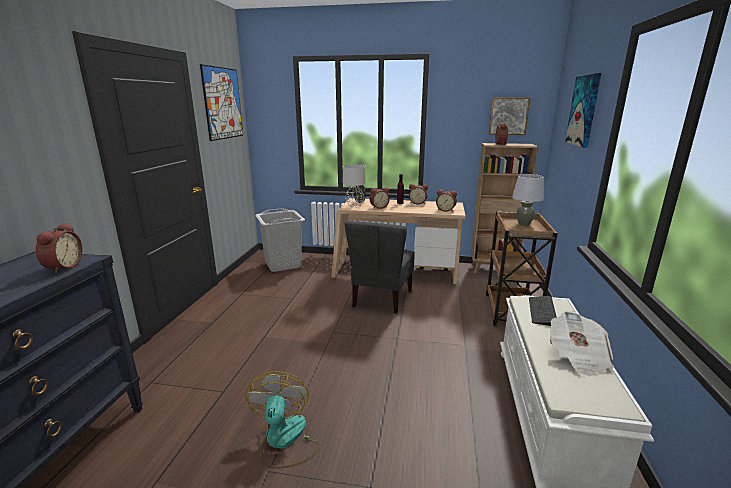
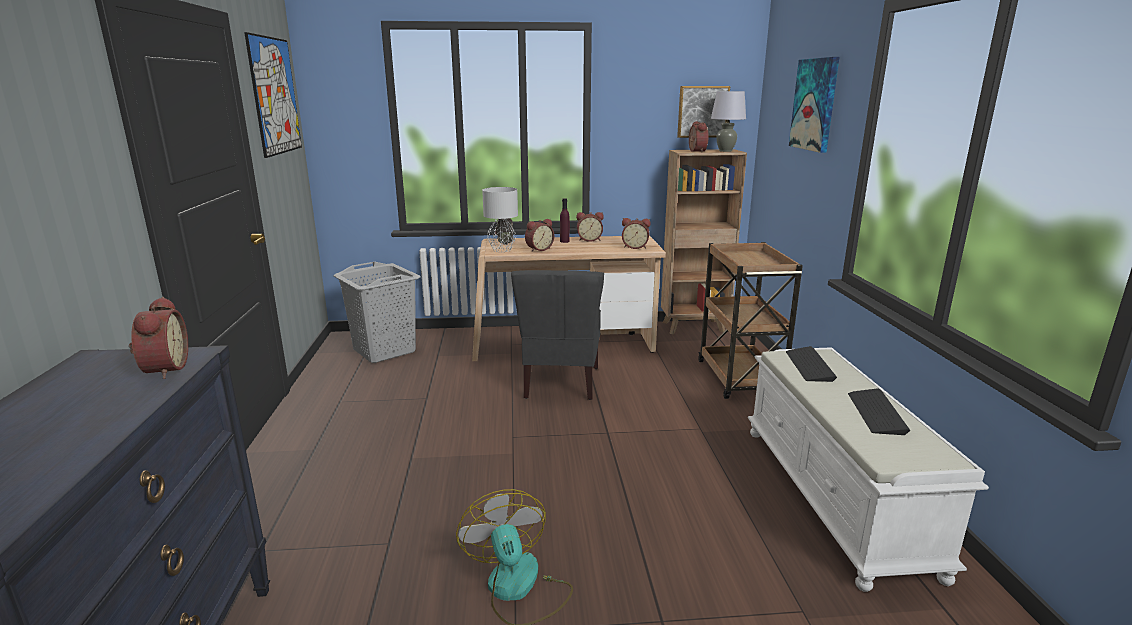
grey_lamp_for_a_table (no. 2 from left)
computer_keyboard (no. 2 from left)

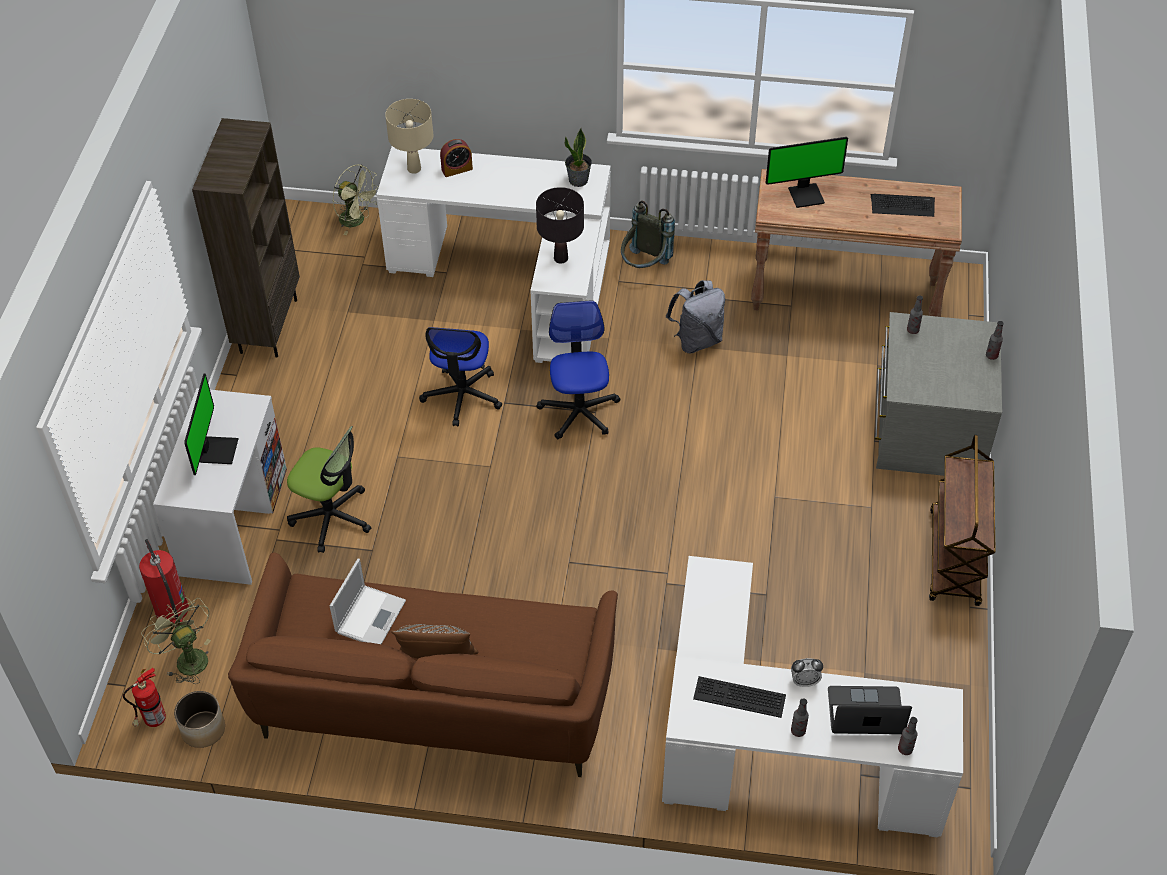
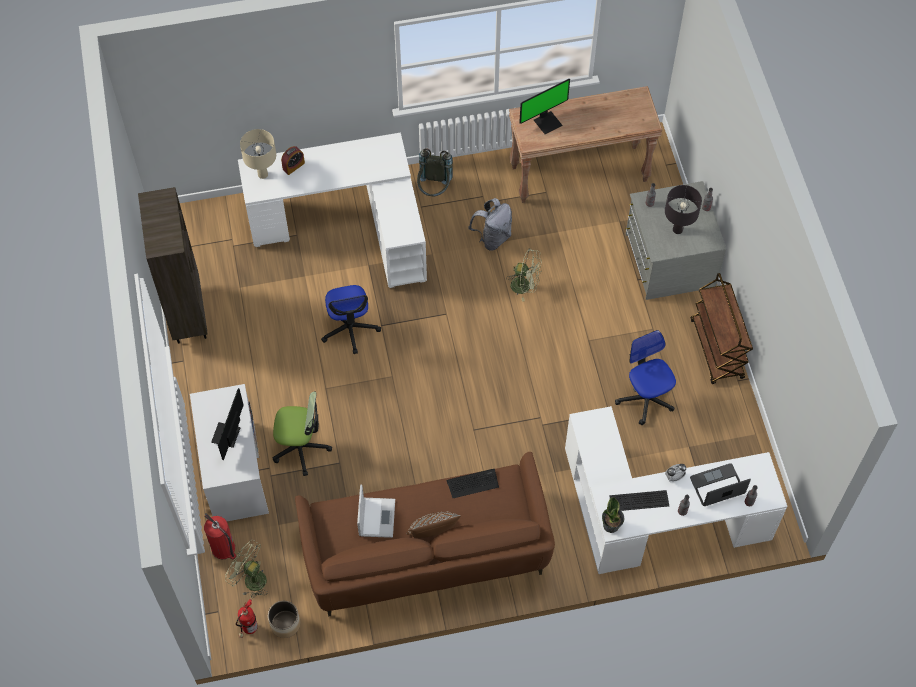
computer_display (no. 1 from left)
computer_keyboard (no. 1 from left)
greenish_electric_fan (no. 2 from left)
potted_plant
desk_chair (no. 3 from left)
black-coloured_lamp_for_a_table

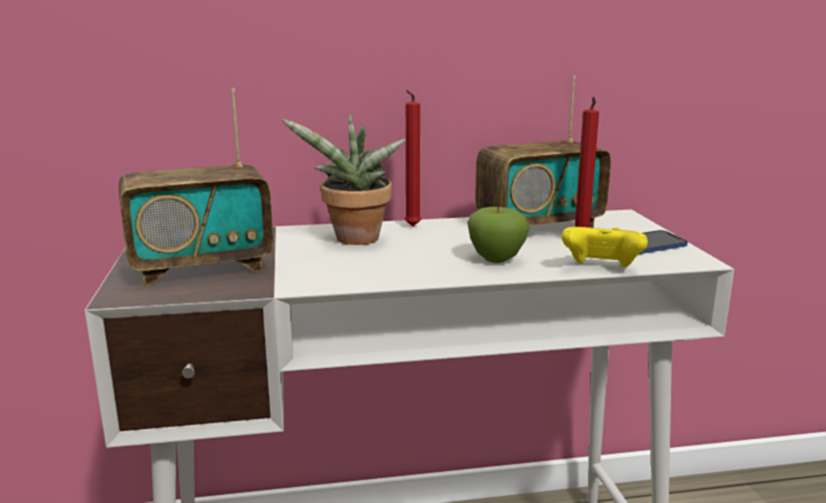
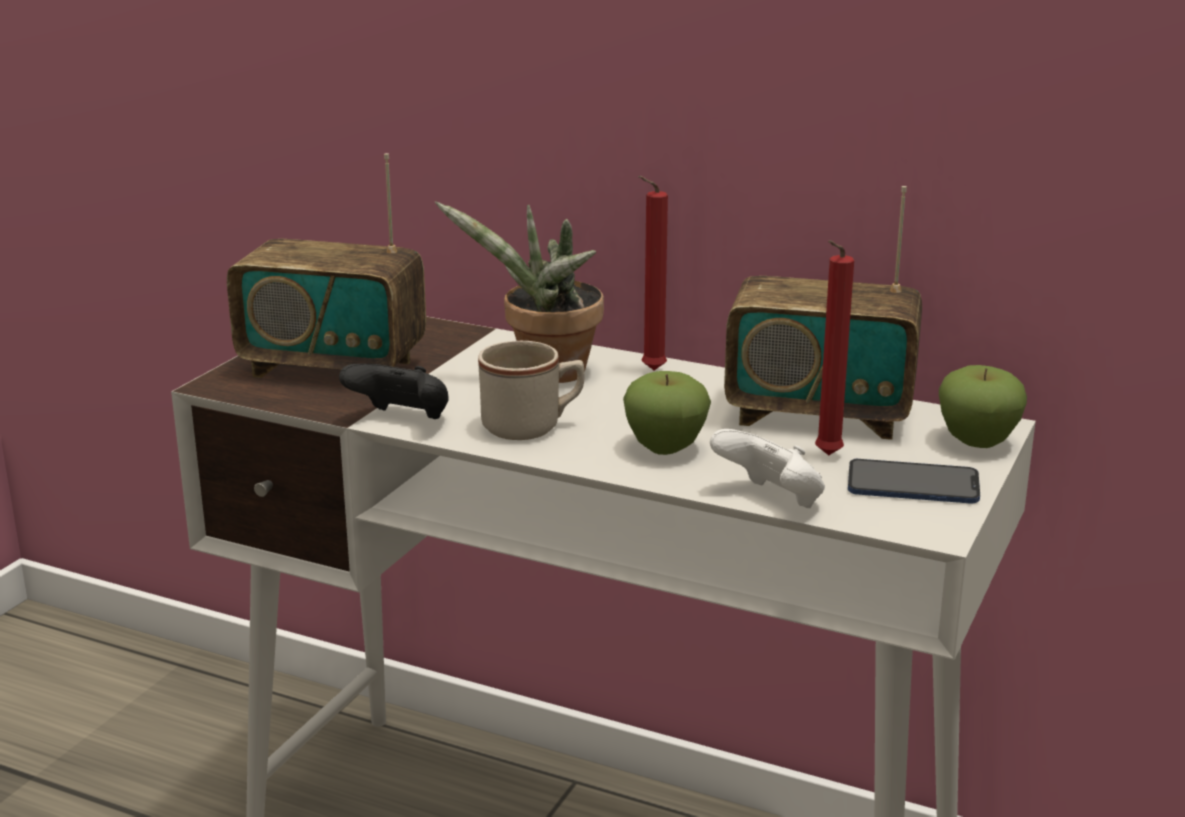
black-coloured_joypad
beige_tea_mug
white_joypad
apple_fruit (no. 2 from left)

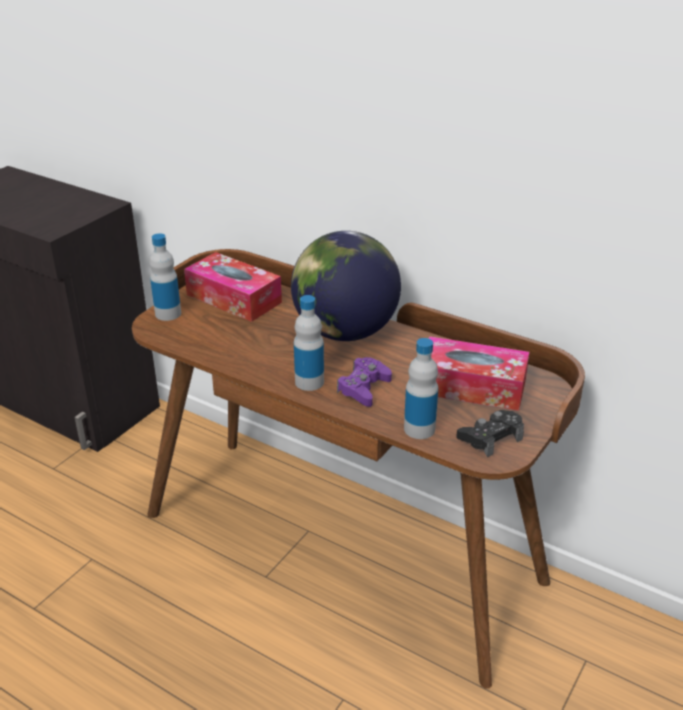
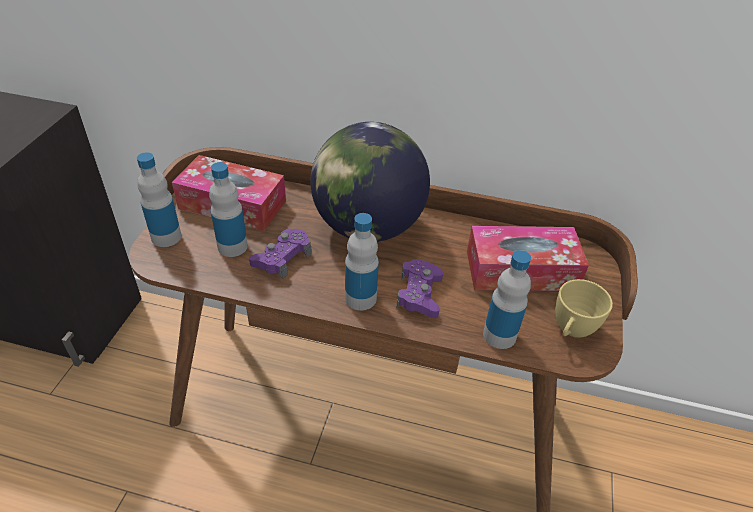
beverage_bottle (no. 2 from left)
purple-coloured_joypad (no. 1 from left)
yellow-coloured_small_cup

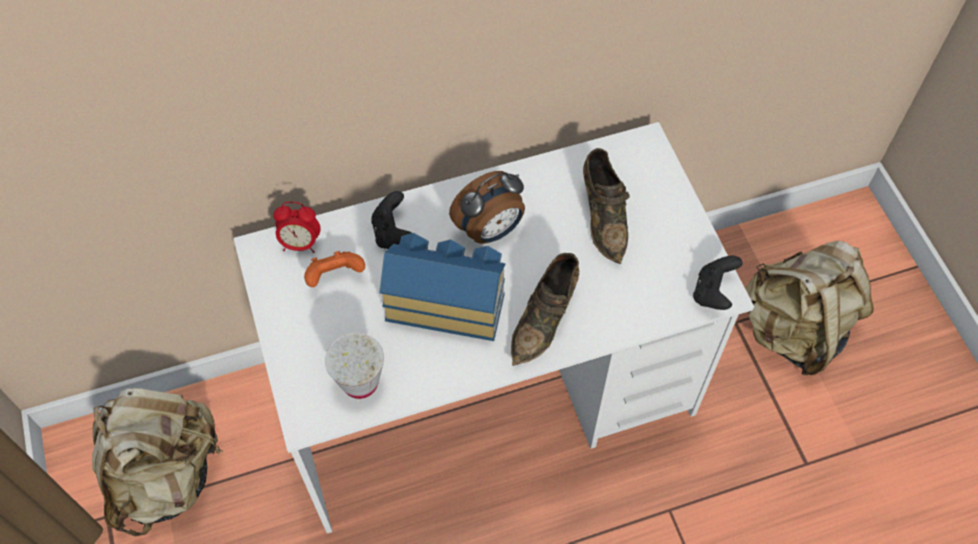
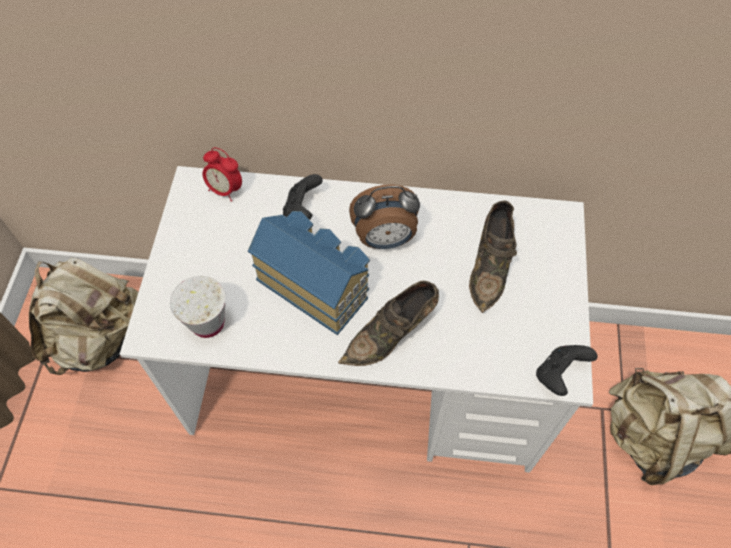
orangey_joypad

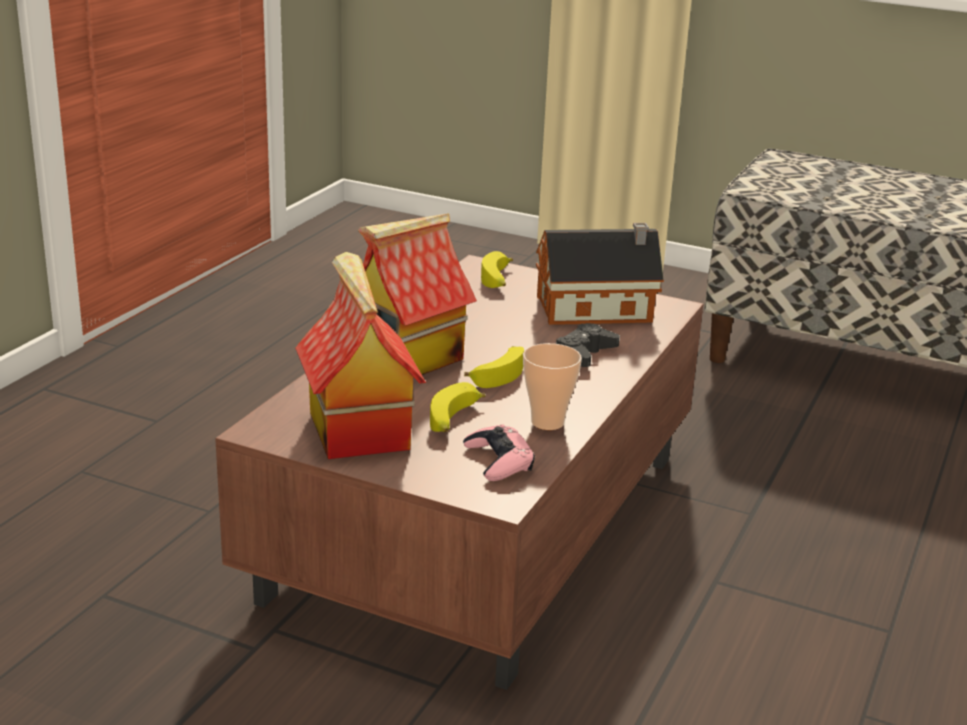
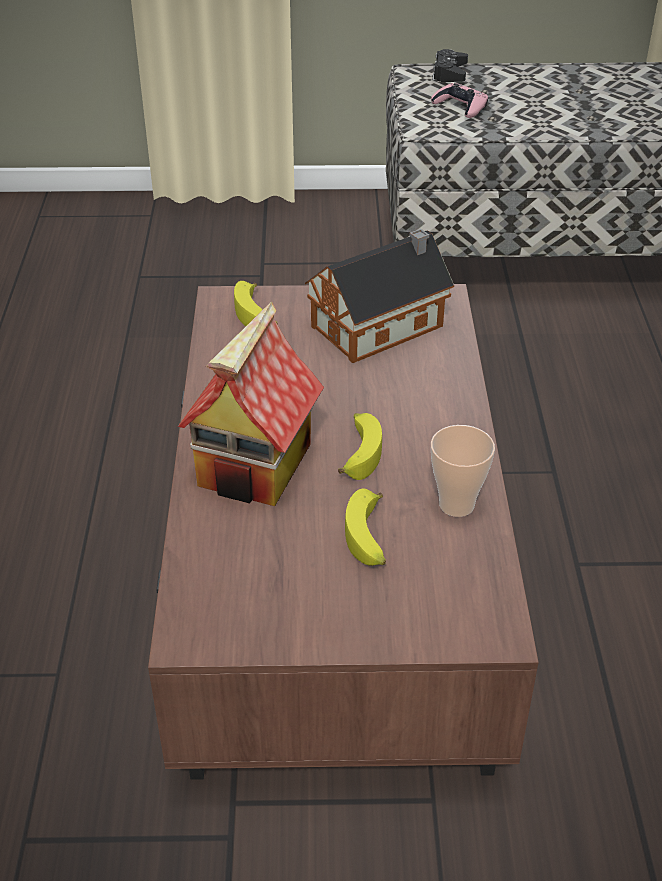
pink_joypad
black-coloured_joypad
toy_house (no. 1 from left in the first image)

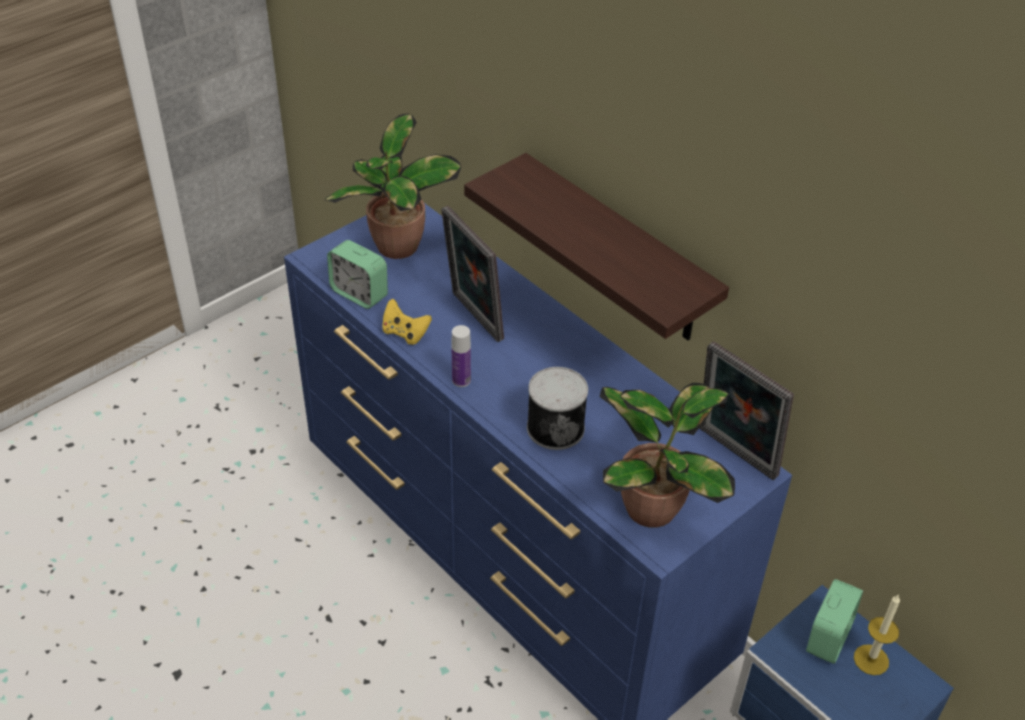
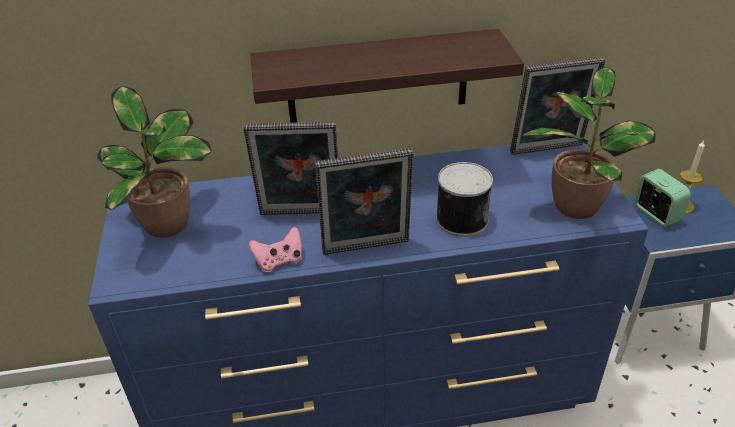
pink_joypad
photo_frame (no. 2 from left)
table_clock (no. 1 from left in the first image)

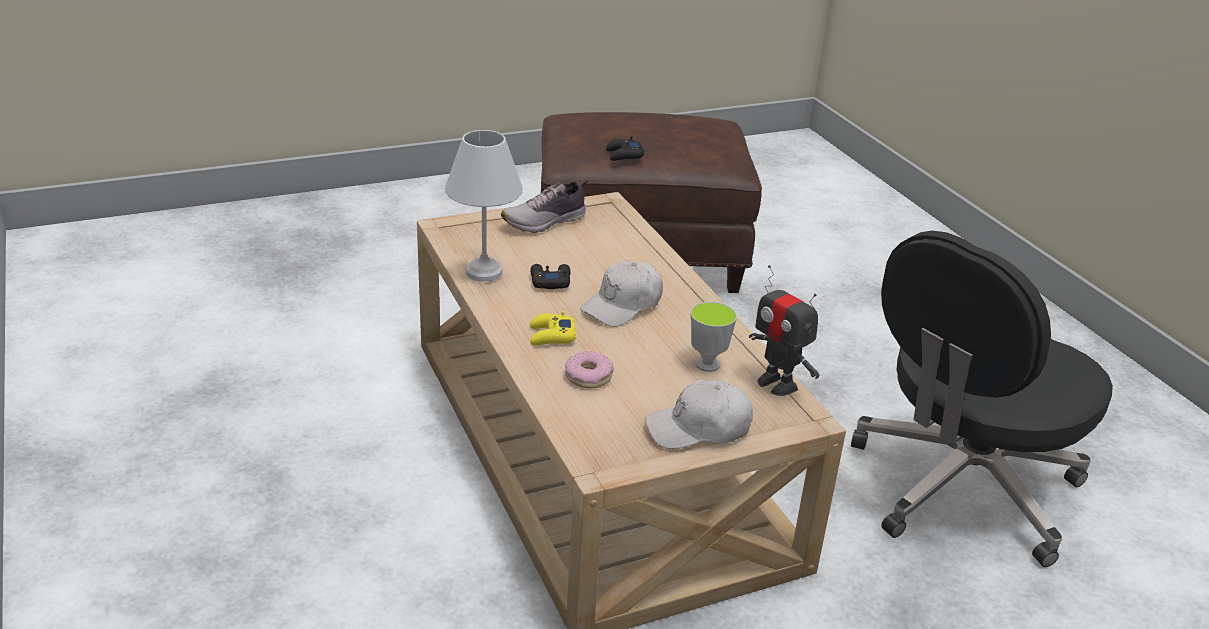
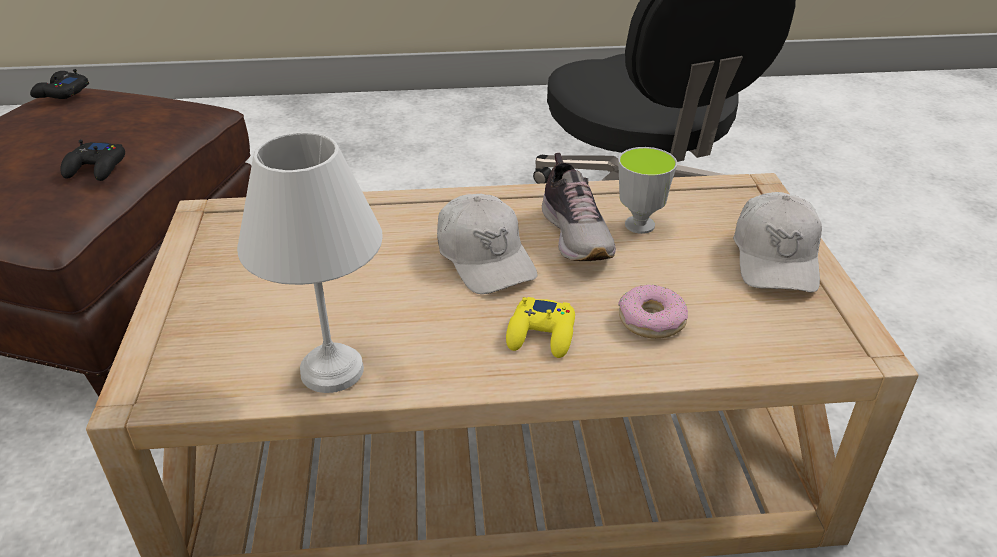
black-coloured_joypad (no. 1 from left)
item_of_footwear
toy_robot

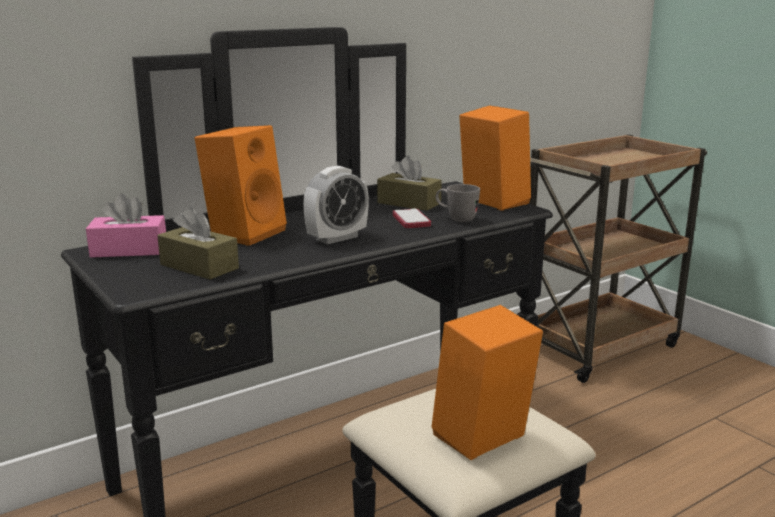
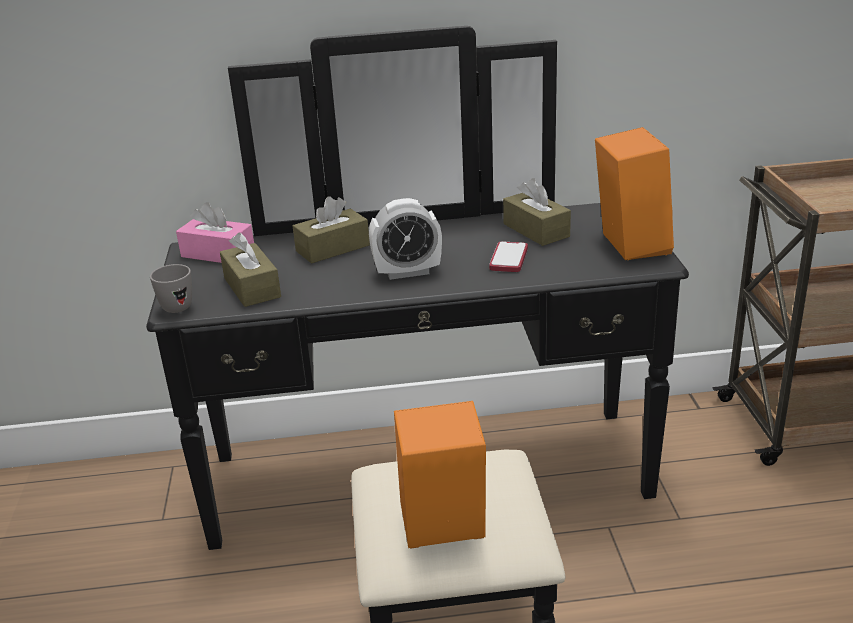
grey_tea_mug
brownish_tissue_box (no. 2 from left)

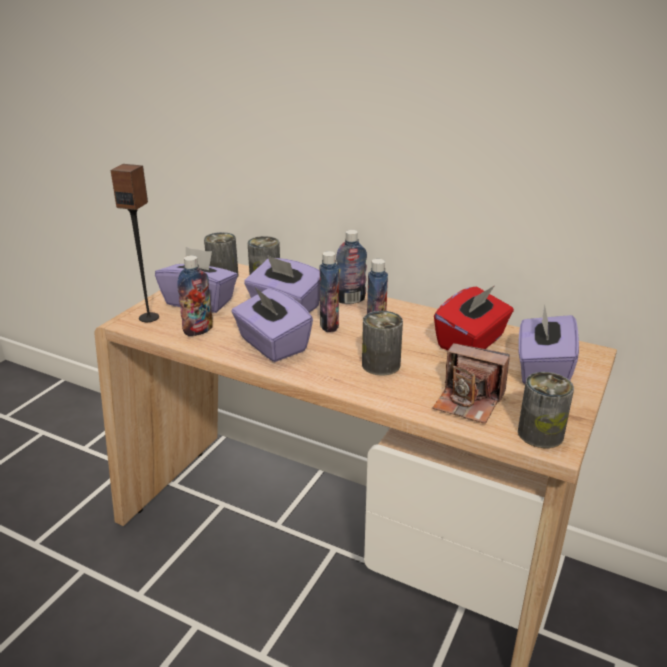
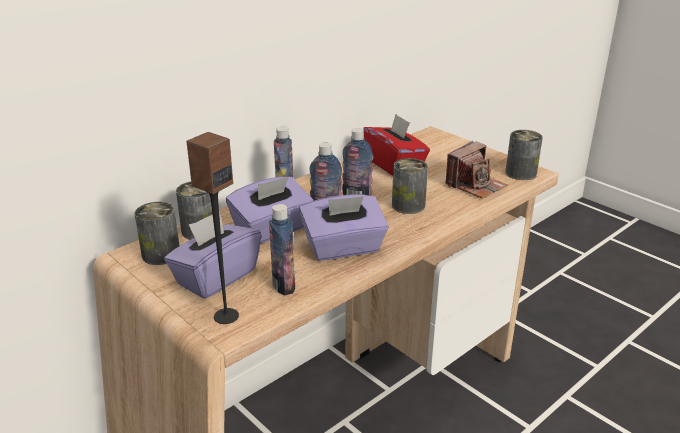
purple-coloured_tissue_box (no. 4 from left in the first image)

